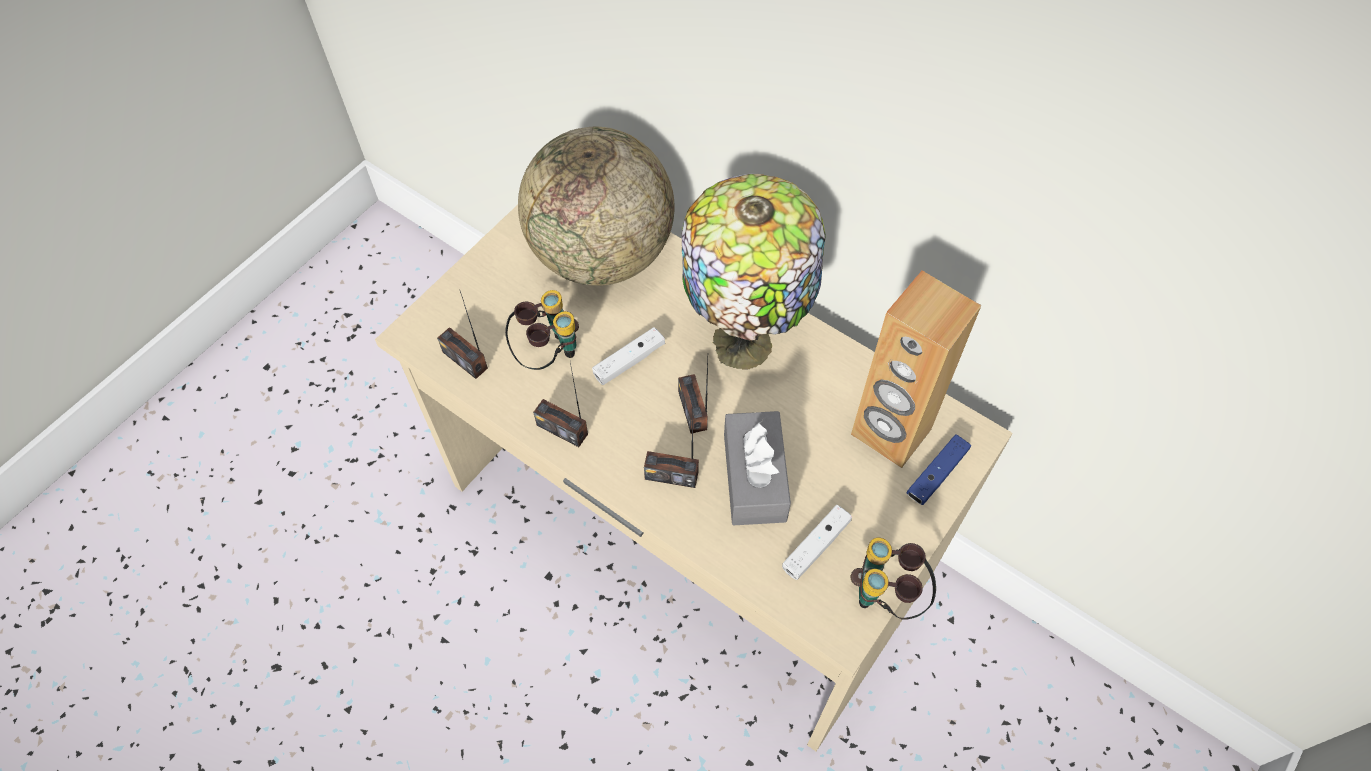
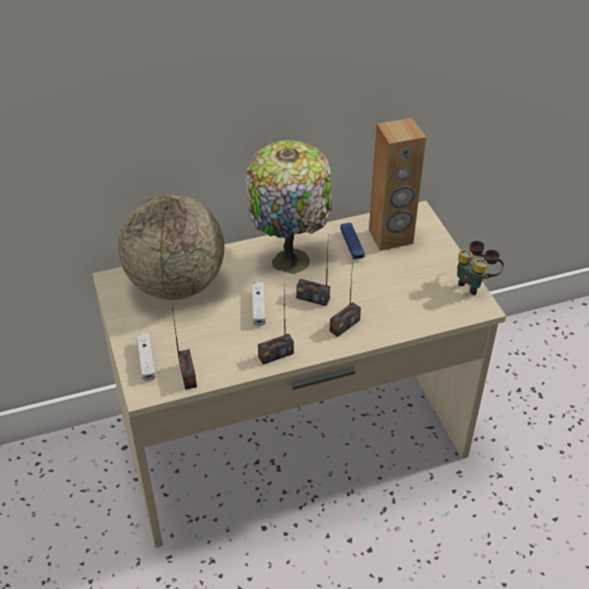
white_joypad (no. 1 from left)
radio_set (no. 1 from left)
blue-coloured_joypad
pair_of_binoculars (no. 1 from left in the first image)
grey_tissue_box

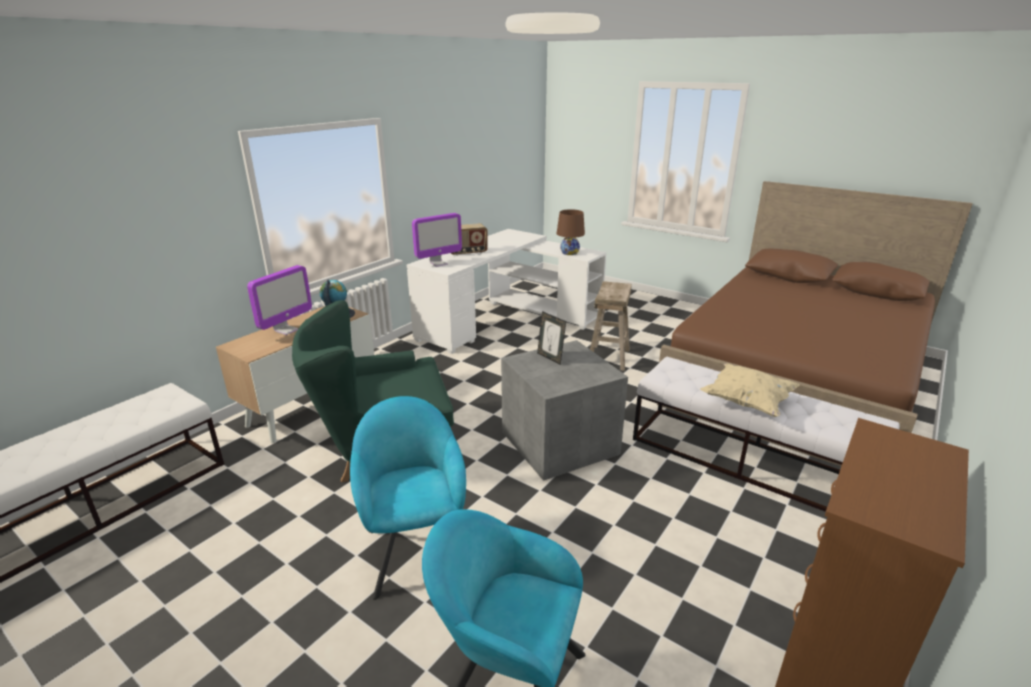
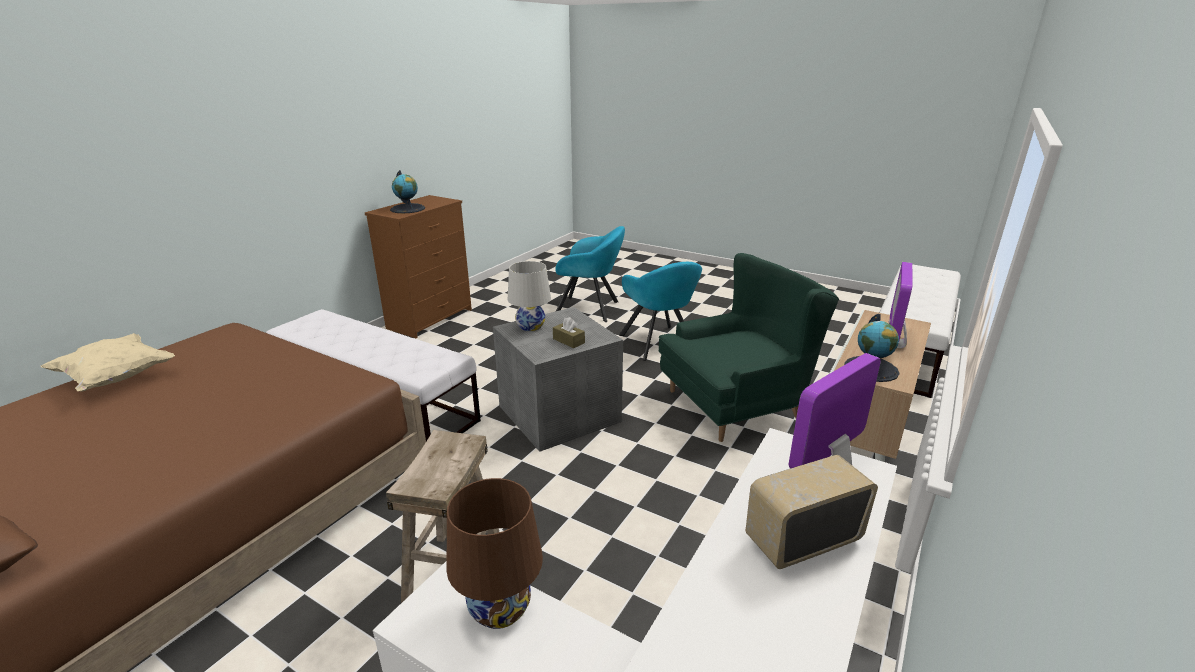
beige_pillow
desk_globe (no. 1 from left)
white_lamp_for_a_table
brownish_tissue_box

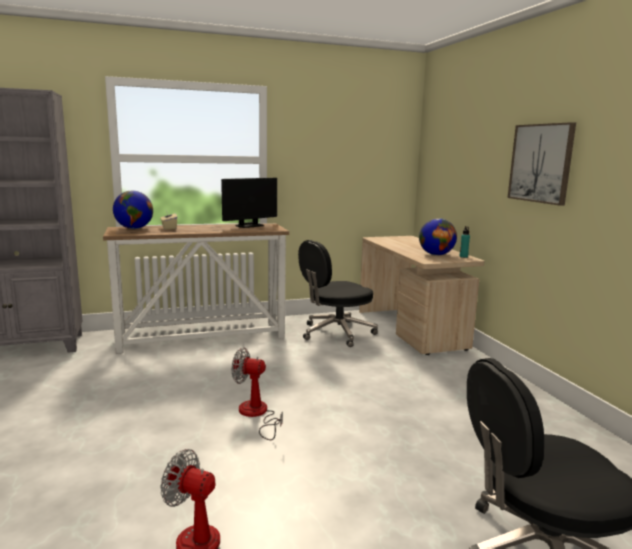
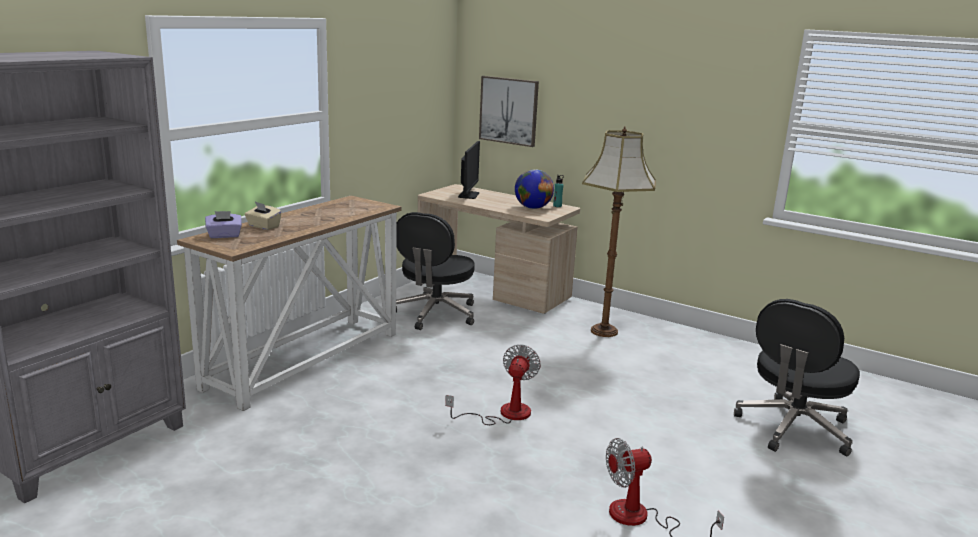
purple-coloured_tissue_box
electric_fan (no. 1 from left)
computer_display
wall_picture
floor_lamp

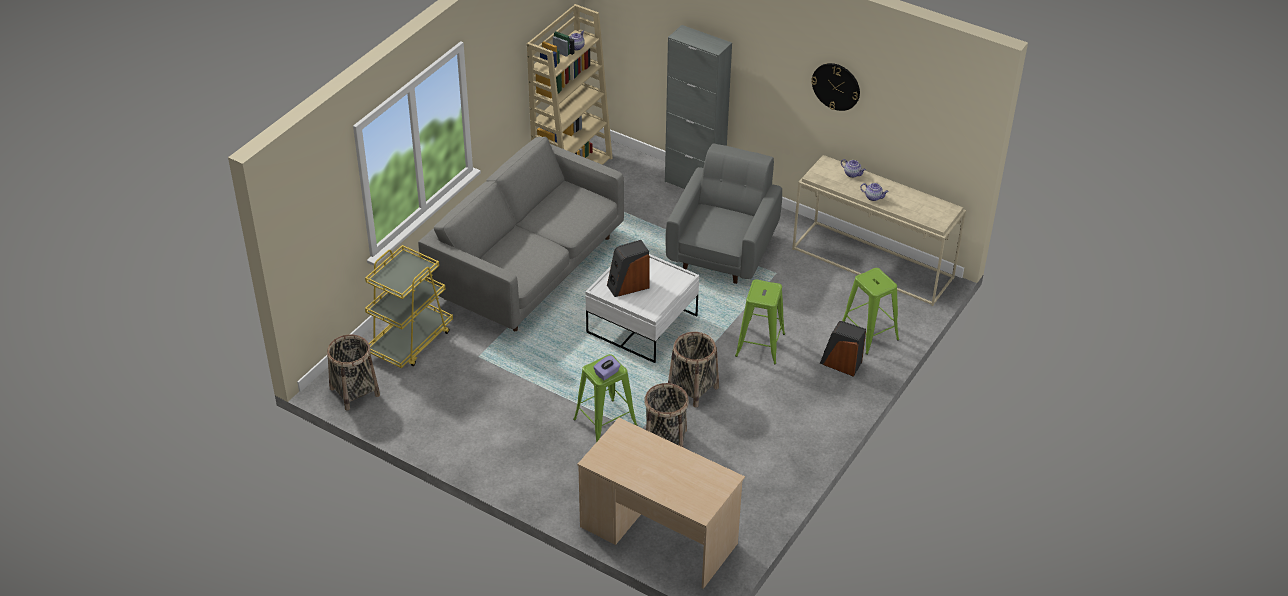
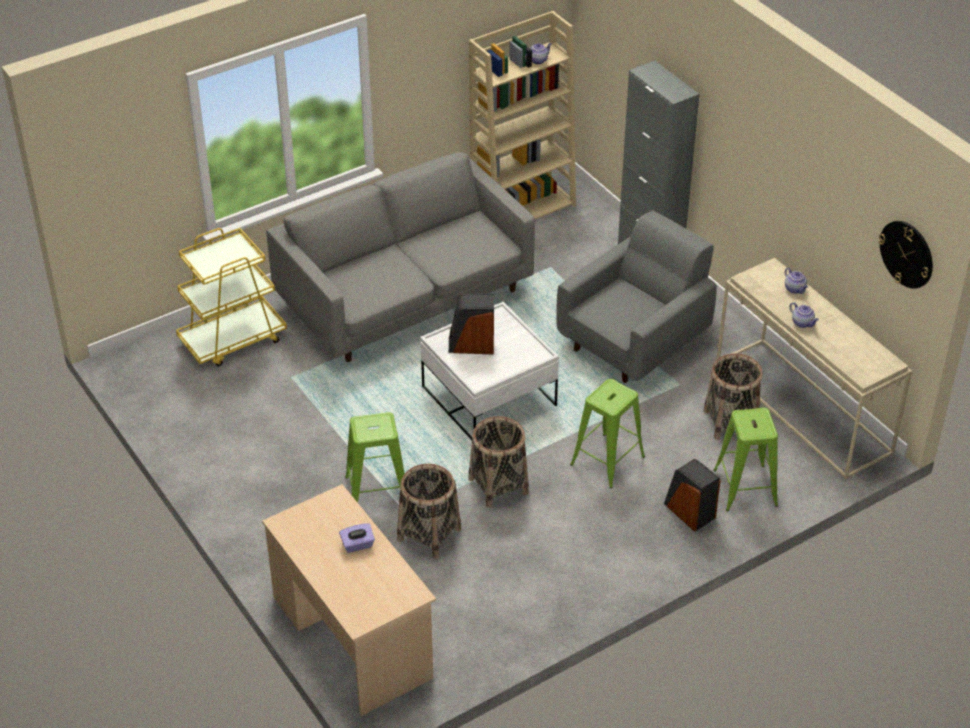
purple-coloured_tissue_box
storage_basket (no. 3 from left)
clock_on_the_wall

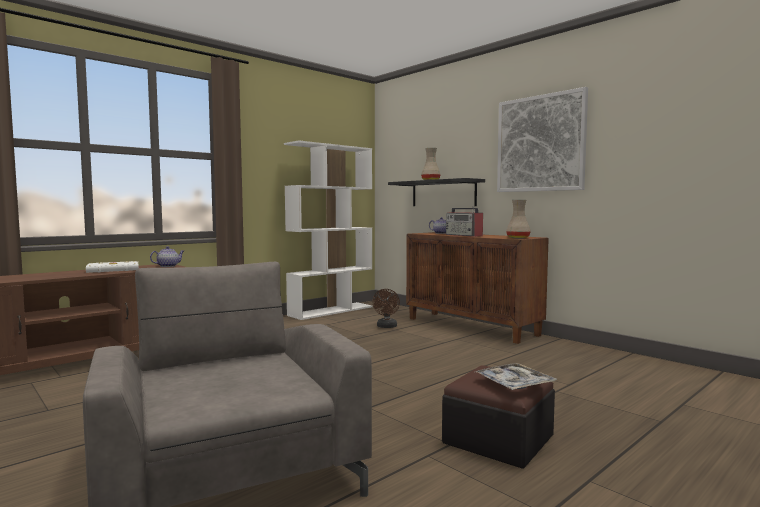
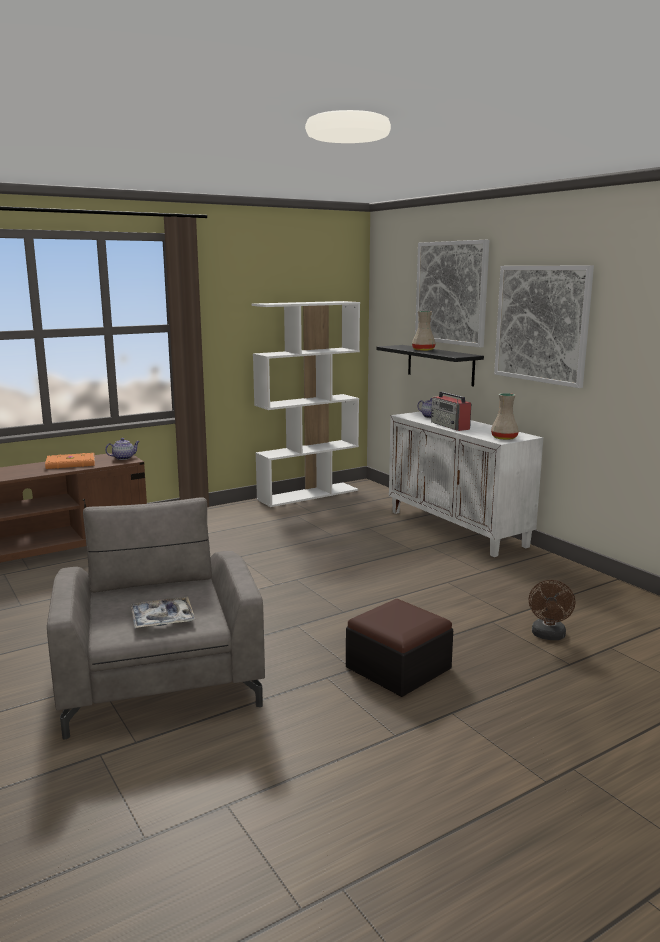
orangey_bound_book
serving_tray
white_cupboard
wall_picture (no. 1 from left)
brownish_electric_fan

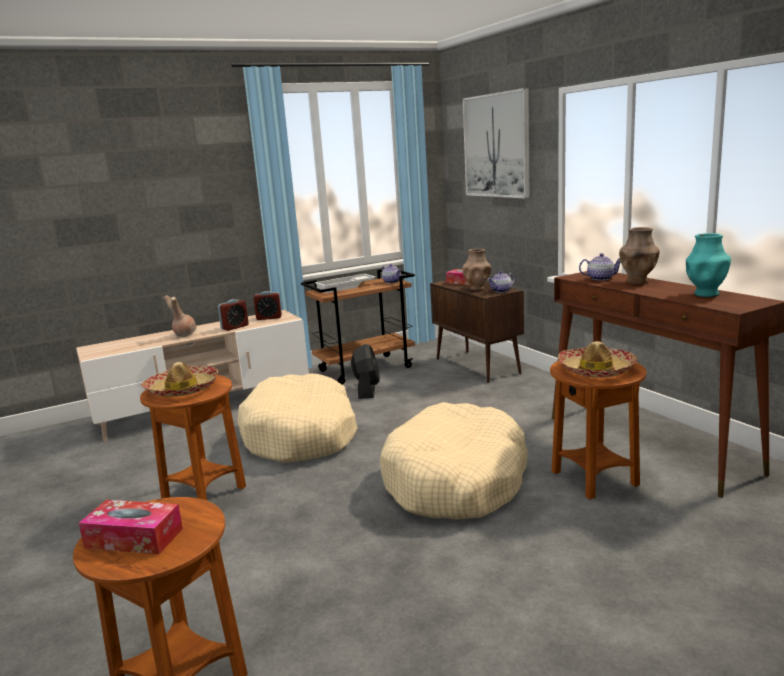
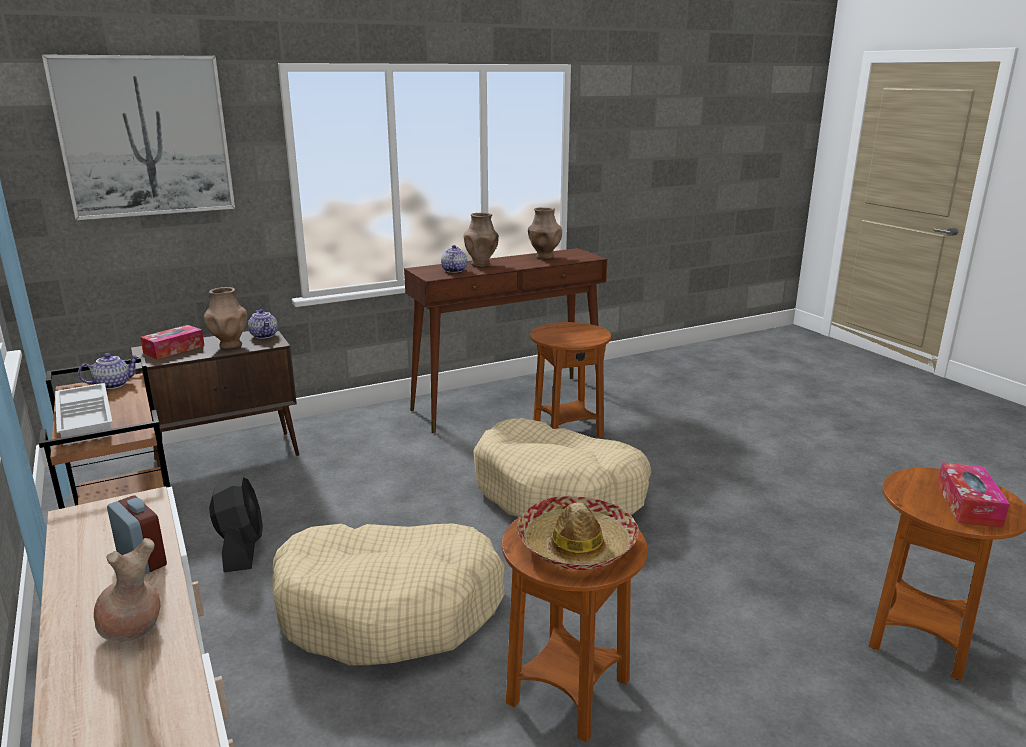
black-coloured_electric_fan
brownish_decorative_vase (no. 4 from left)
table_clock (no. 2 from left in the first image)
hat (no. 2 from left in the first image)

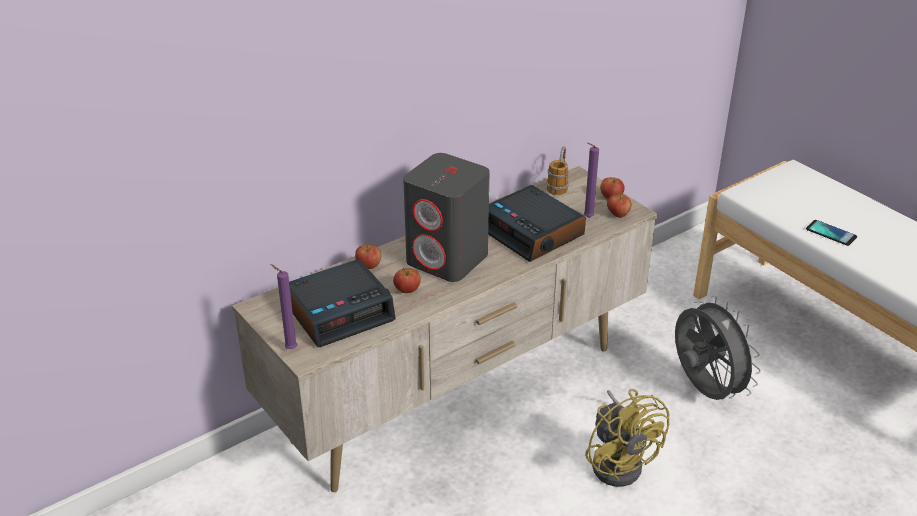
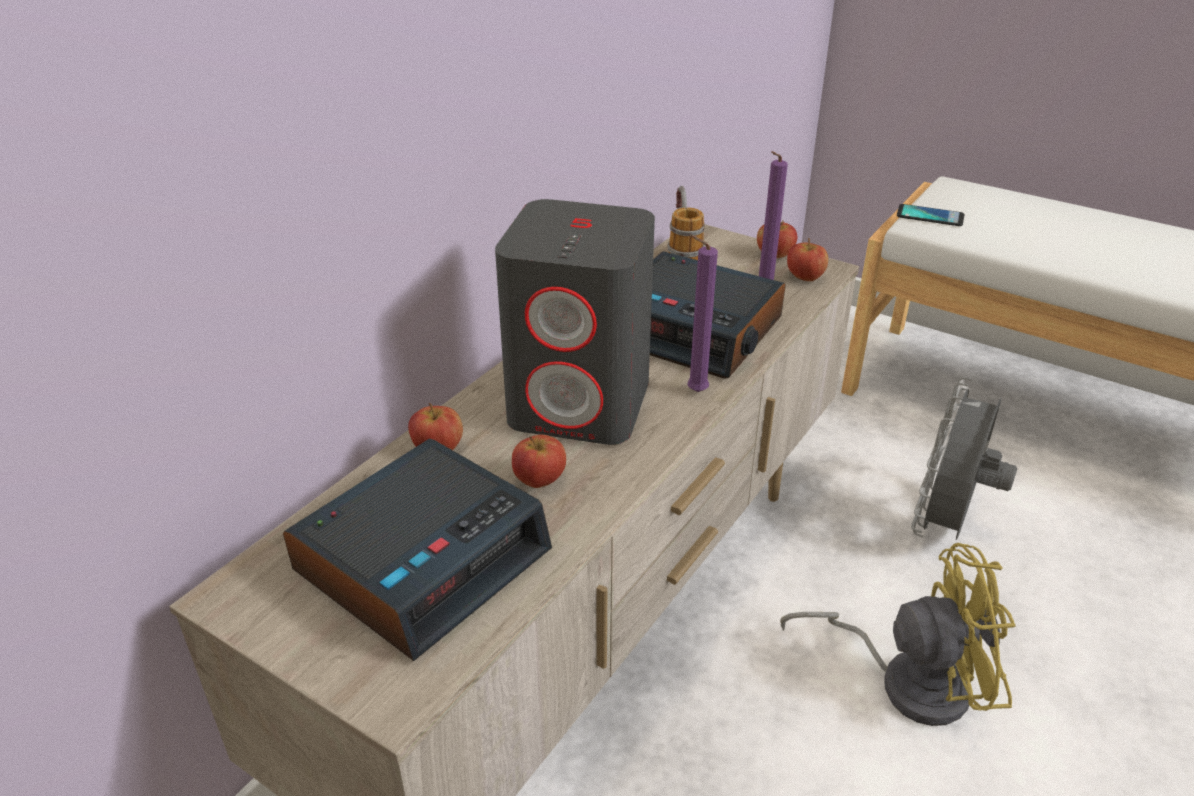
purple-coloured_wax_candle (no. 1 from left)
yellow-coloured_electric_fan
phone
grey_electric_fan

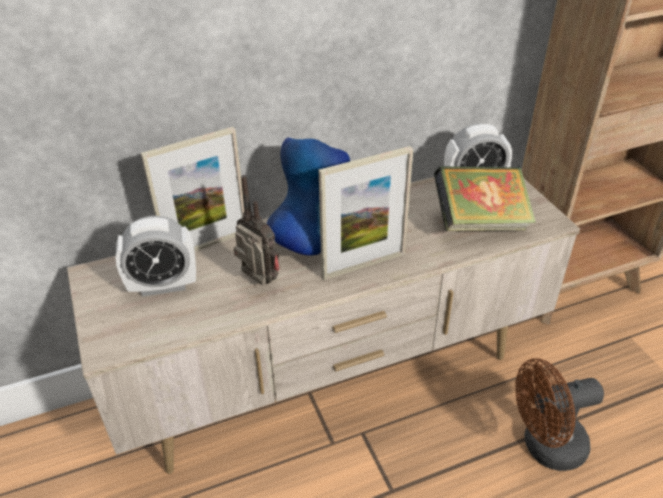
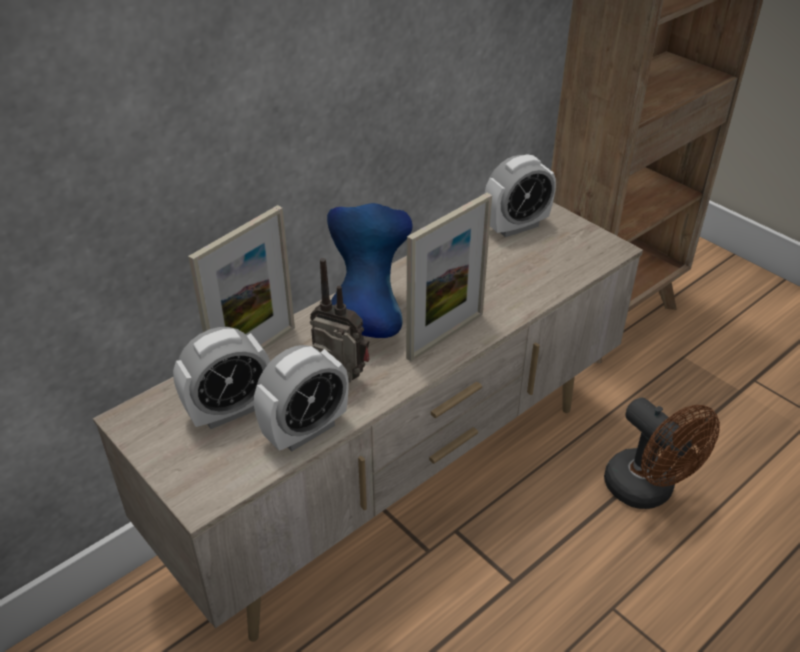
table_clock (no. 2 from left)
brownish_electric_fan
bound_book

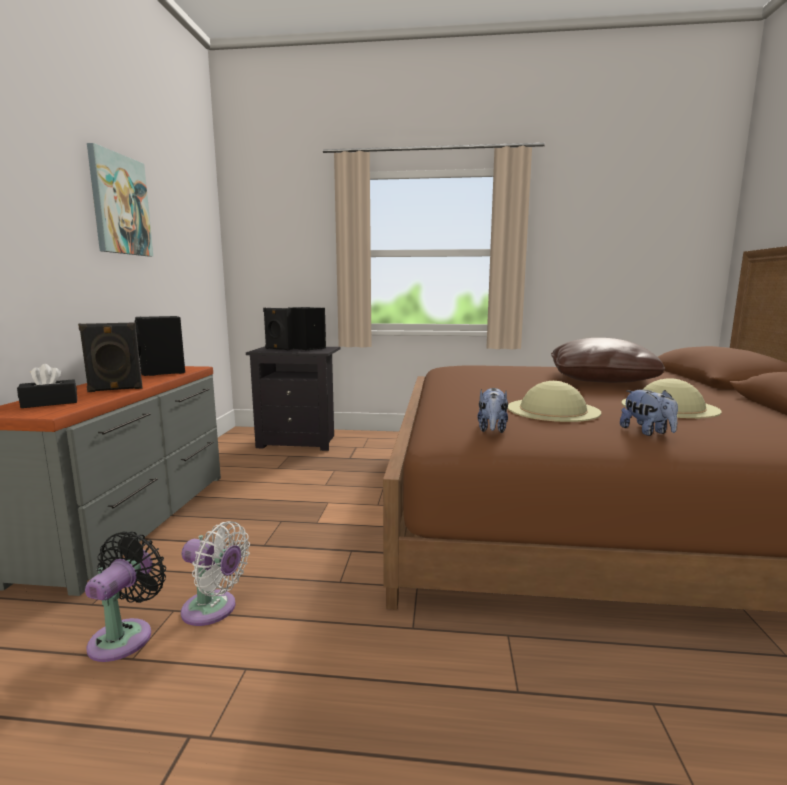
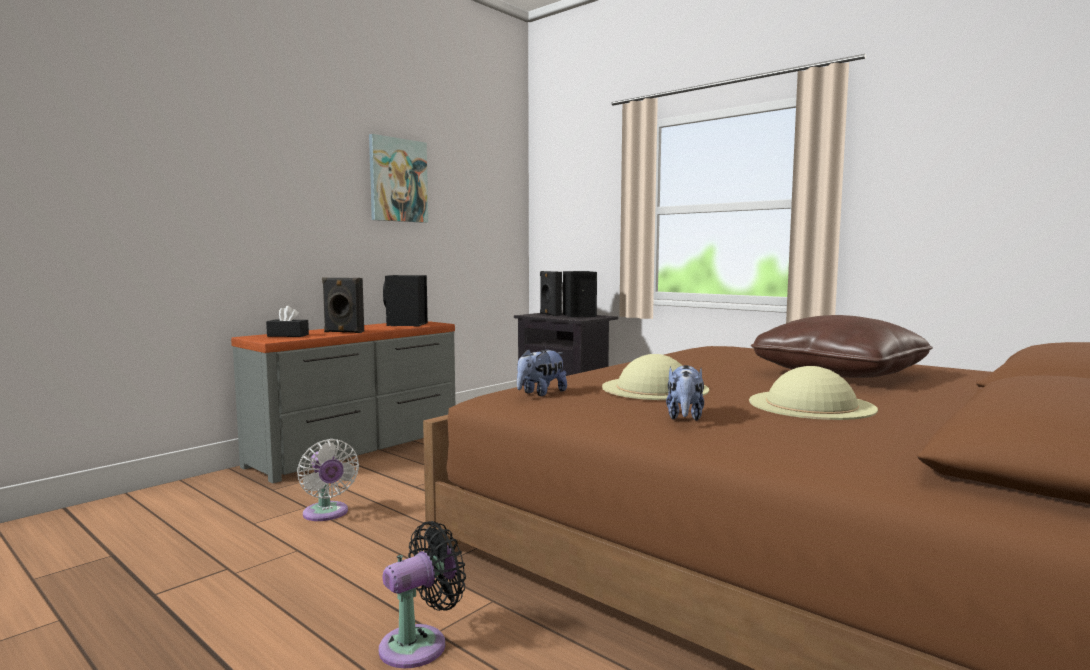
black-coloured_electric_fan

